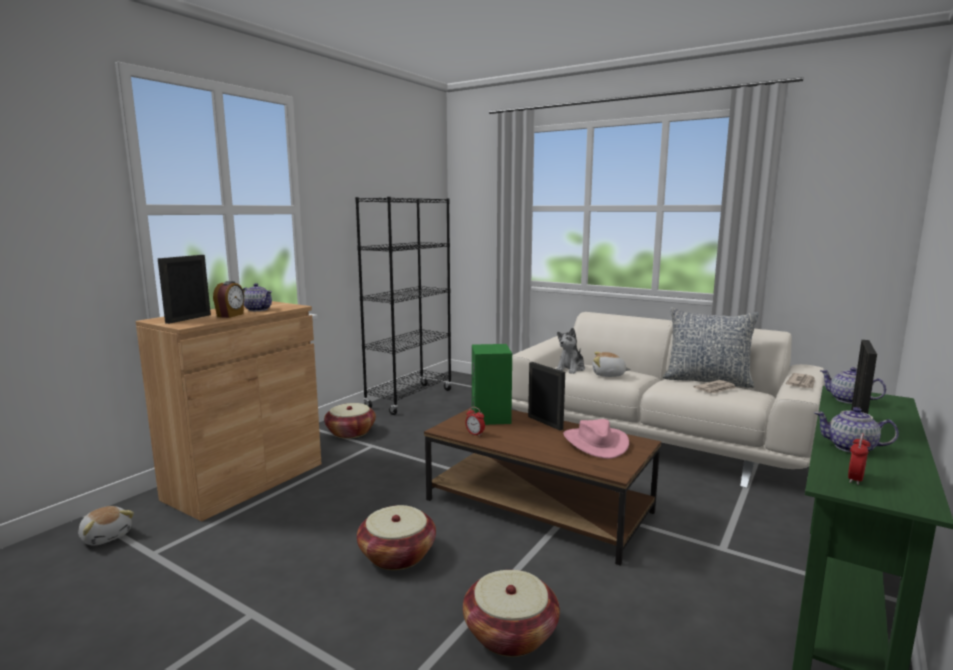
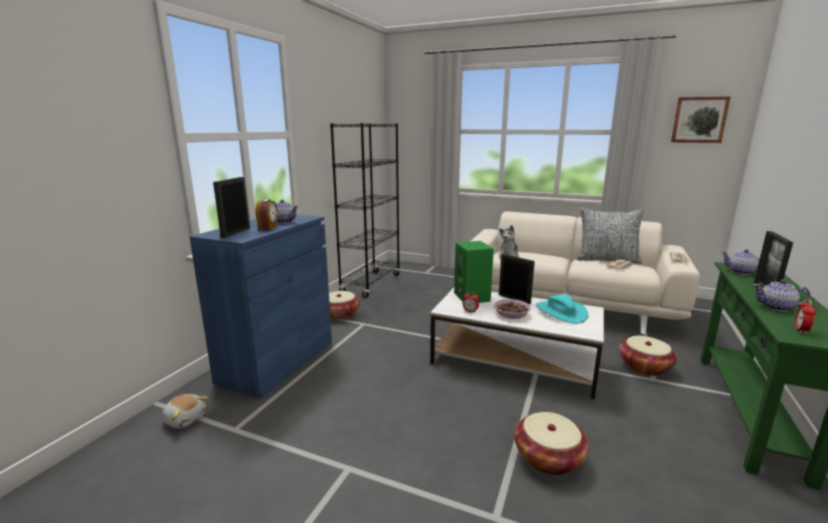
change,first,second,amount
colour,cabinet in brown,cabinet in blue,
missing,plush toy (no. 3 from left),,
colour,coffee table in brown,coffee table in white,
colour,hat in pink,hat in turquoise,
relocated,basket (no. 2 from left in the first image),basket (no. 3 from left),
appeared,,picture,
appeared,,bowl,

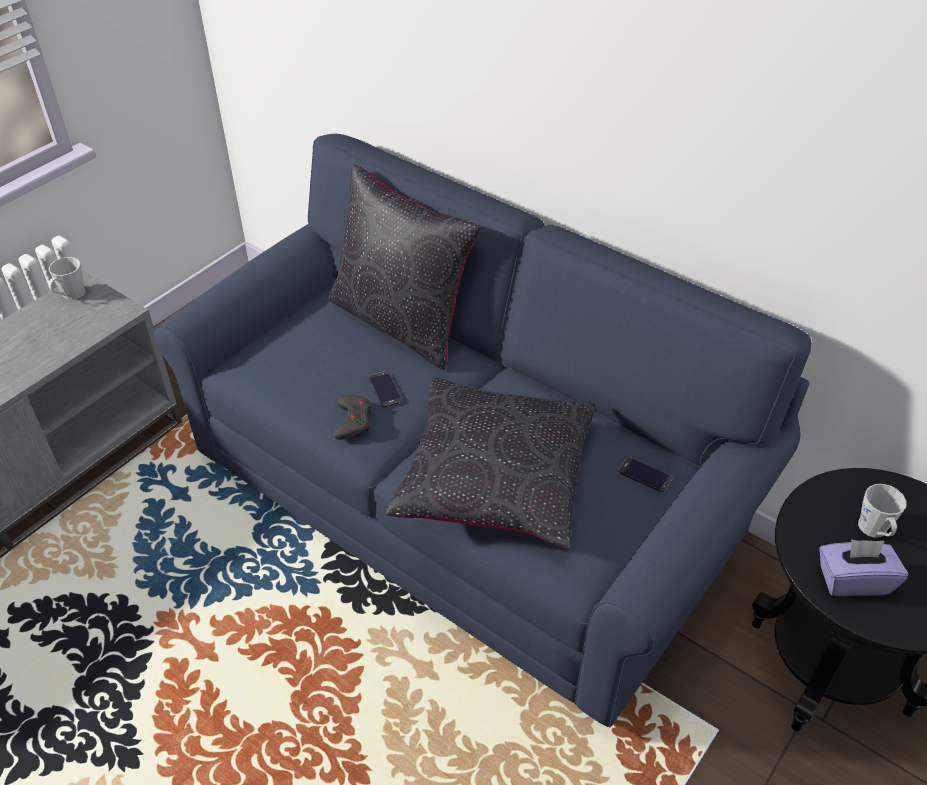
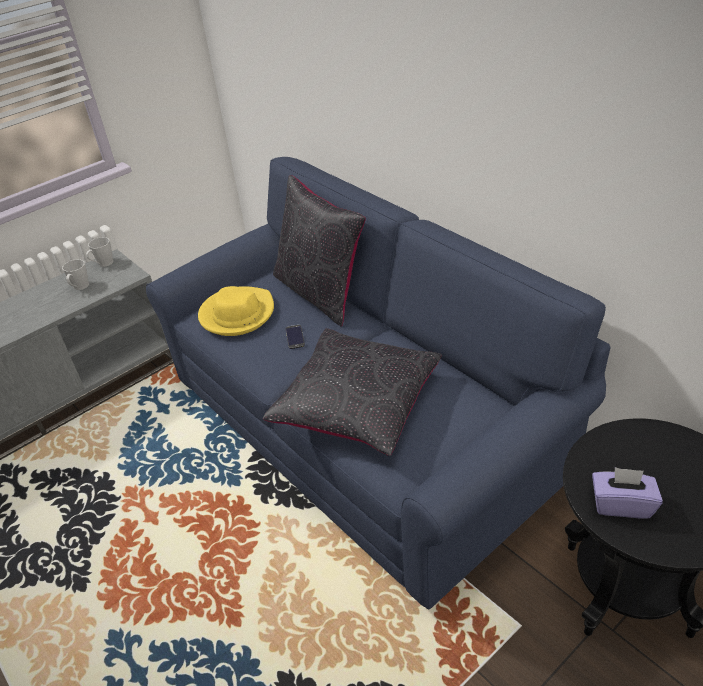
change,first,second,amount
missing,game controller in grey,,
missing,phone (no. 2 from left),,
relocated,mug in grey (no. 2 from left in the first image),mug in grey (no. 1 from left),
appeared,,hat in yellow,

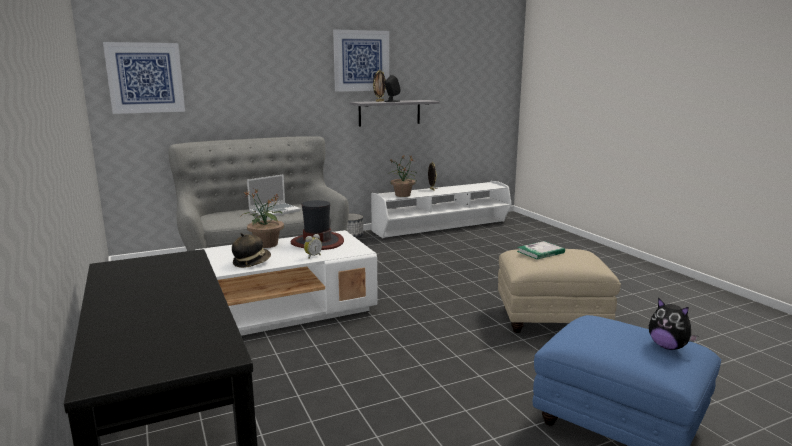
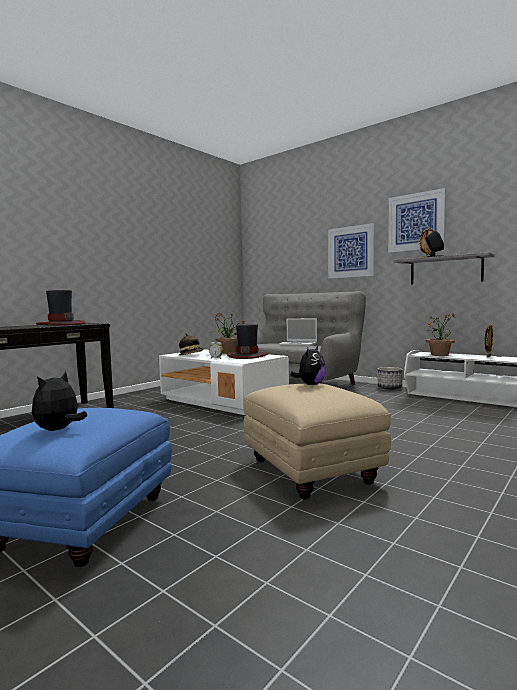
change,first,second,amount
relocated,picture (no. 1 from left),,
exchanged,book,plush toy (no. 2 from left),
appeared,,hat (no. 1 from left),

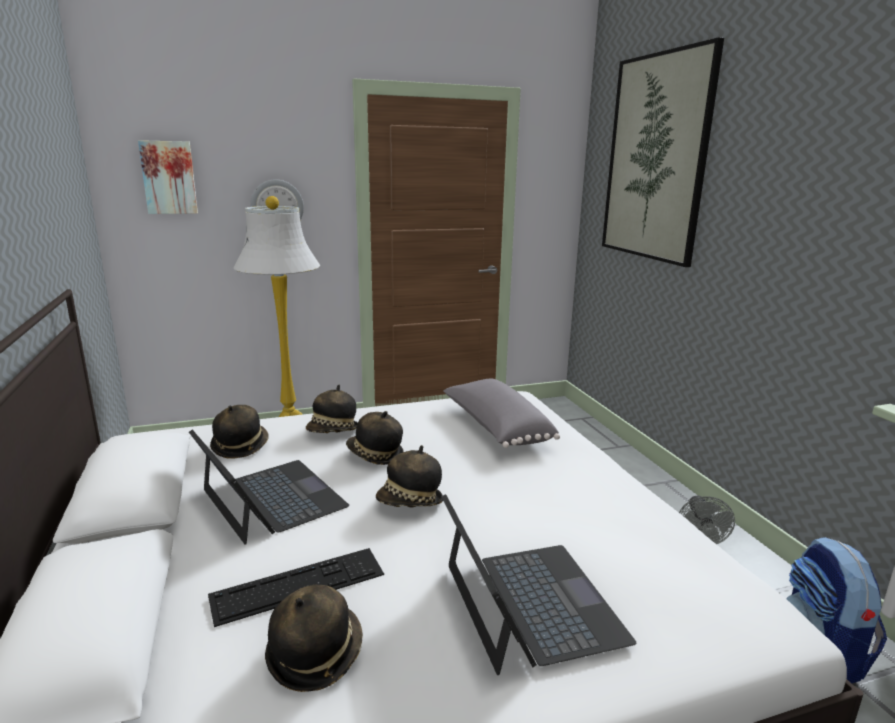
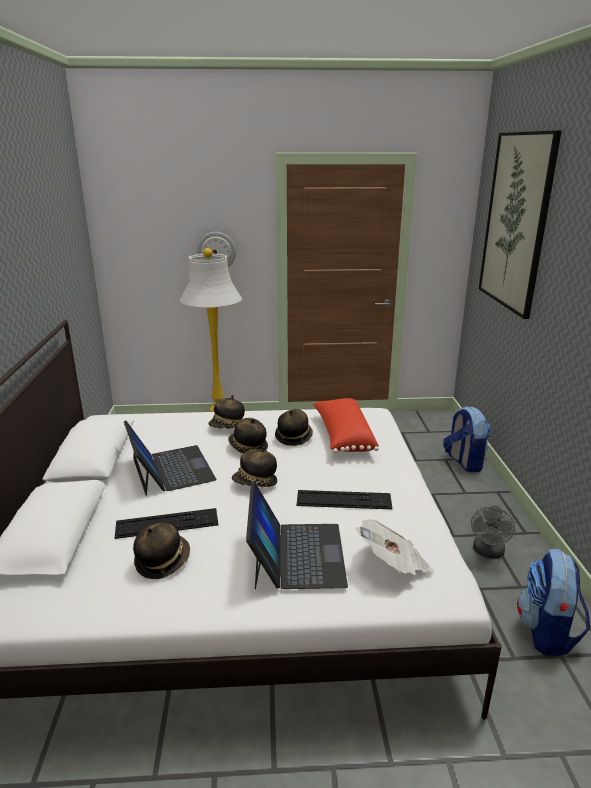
change,first,second,amount
missing,picture (no. 1 from left),,
colour,pillow in grey,pillow in red,
relocated,hat (no. 1 from left in the first image),hat (no. 5 from left),
appeared,,backpack (no. 1 from left),
appeared,,keyboard (no. 2 from left),
appeared,,newspaper,

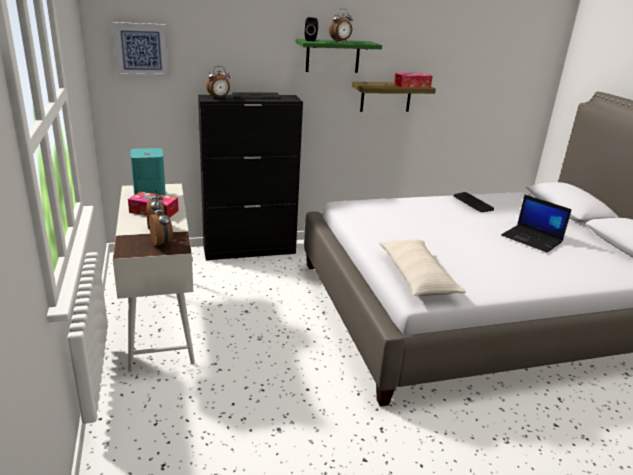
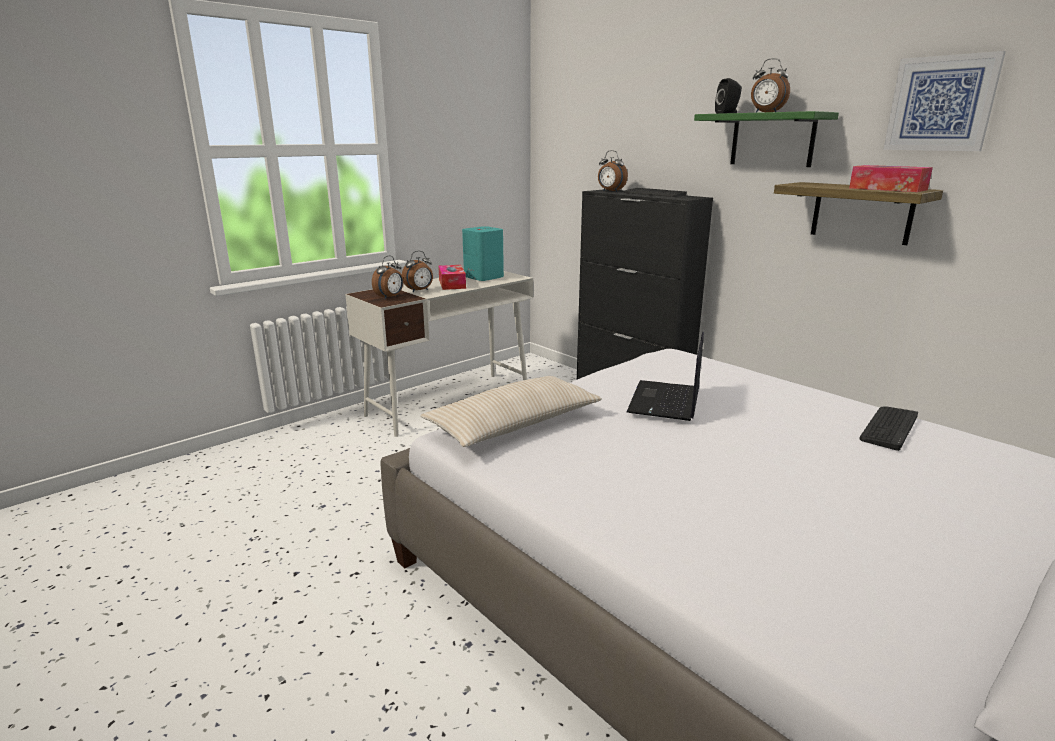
change,first,second,amount
relocated,picture,,
relocated,laptop,,

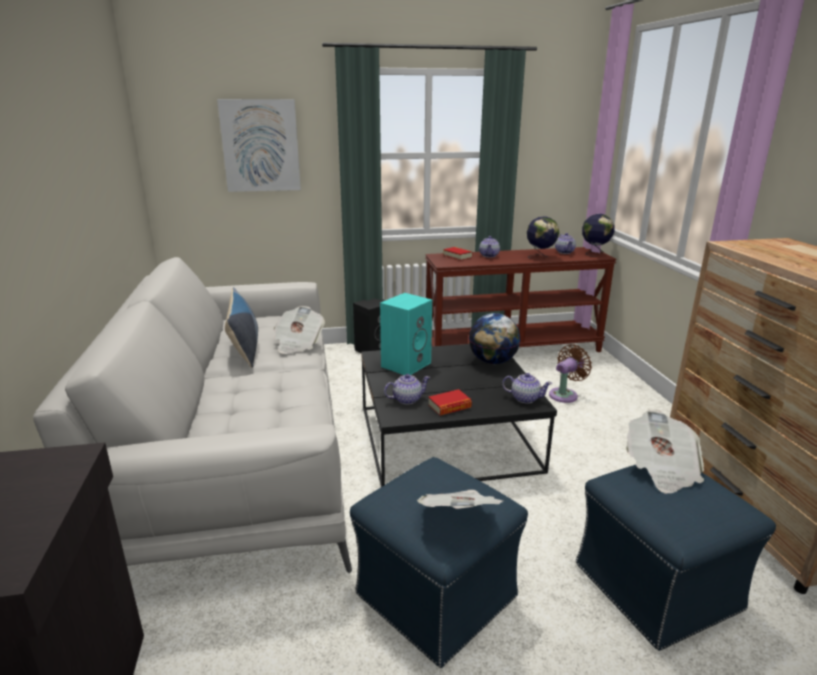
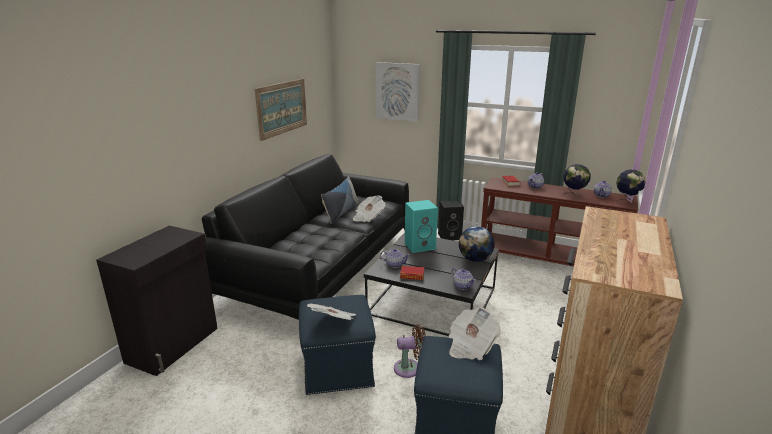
change,first,second,amount
colour,sofa in white,sofa in black,
relocated,fan in brown,,
appeared,,picture (no. 1 from left),

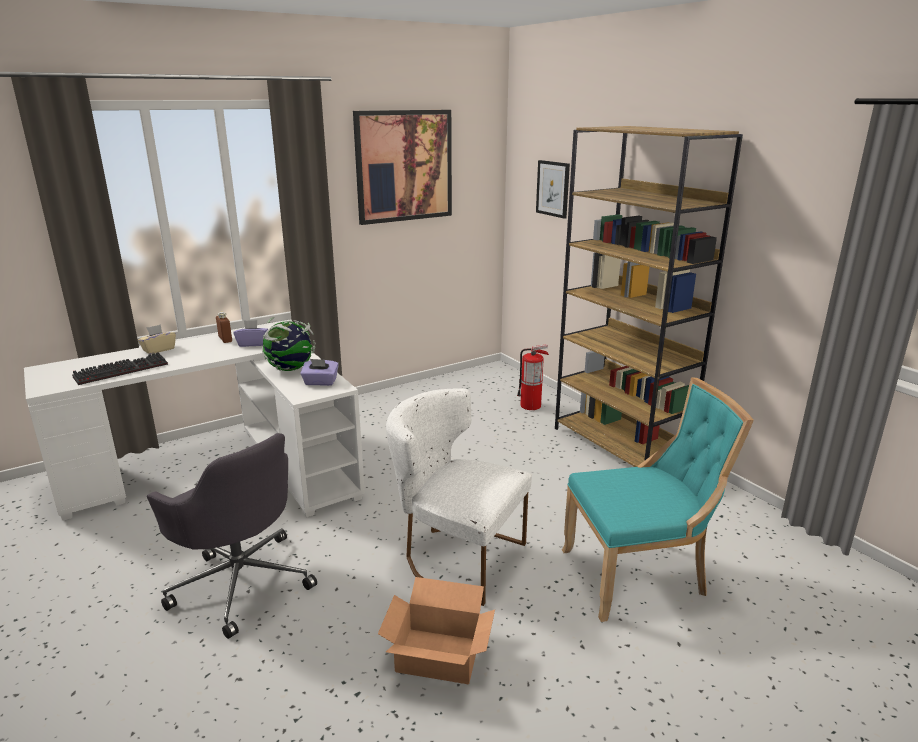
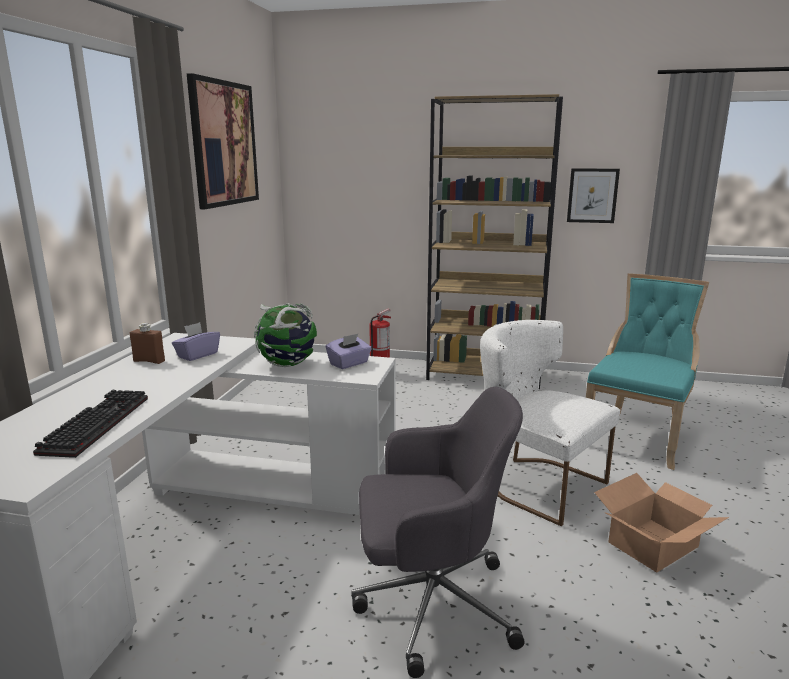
change,first,second,amount
relocated,picture (no. 2 from left),,
missing,tissue box in beige,,
spun,chair in white,,60 degrees clockwise

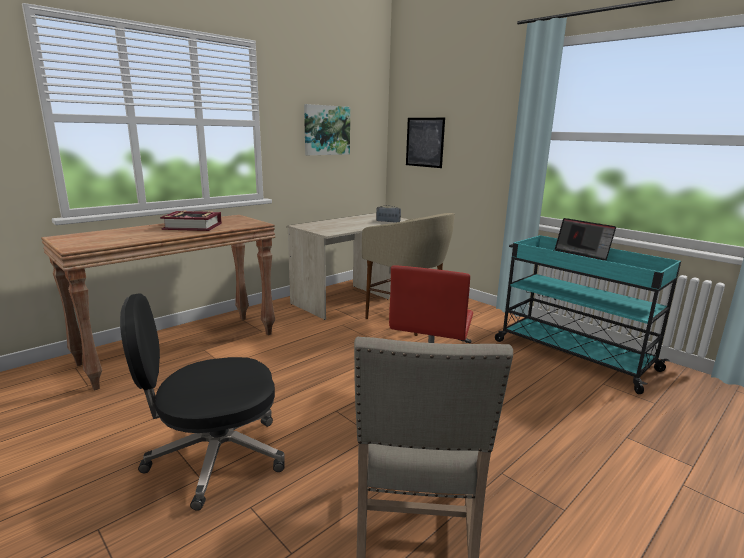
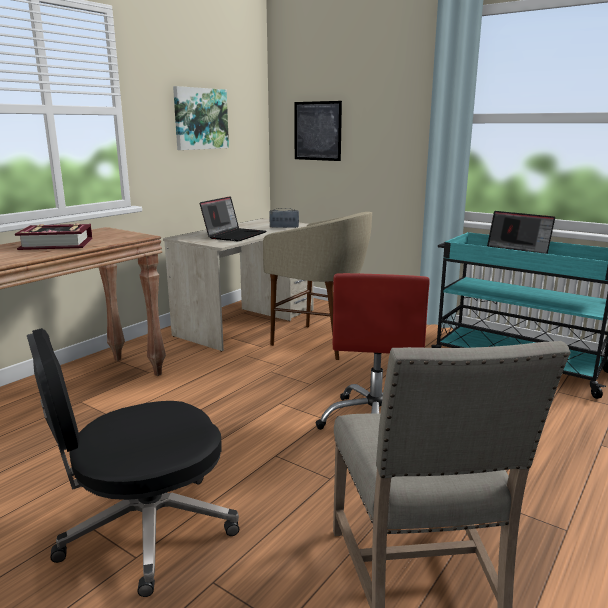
change,first,second,amount
appeared,,laptop (no. 1 from left),

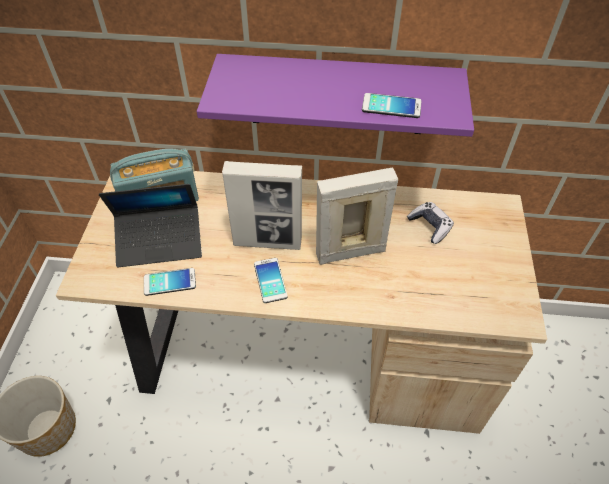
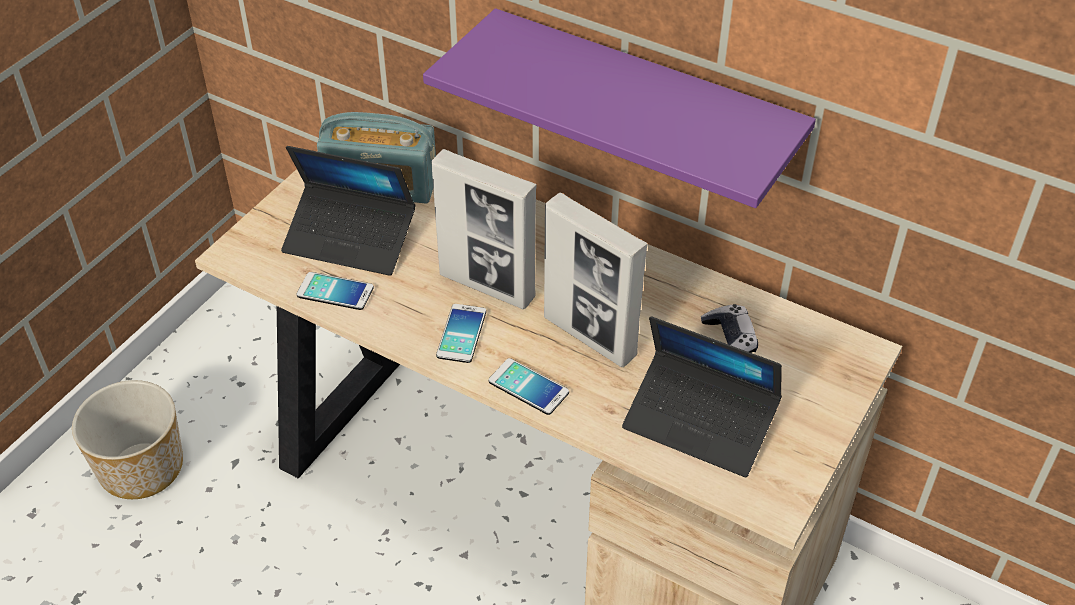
change,first,second,amount
relocated,phone (no. 3 from left),,
spun,picture frame (no. 2 from left),,150 degrees counterclockwise
appeared,,laptop (no. 2 from left),

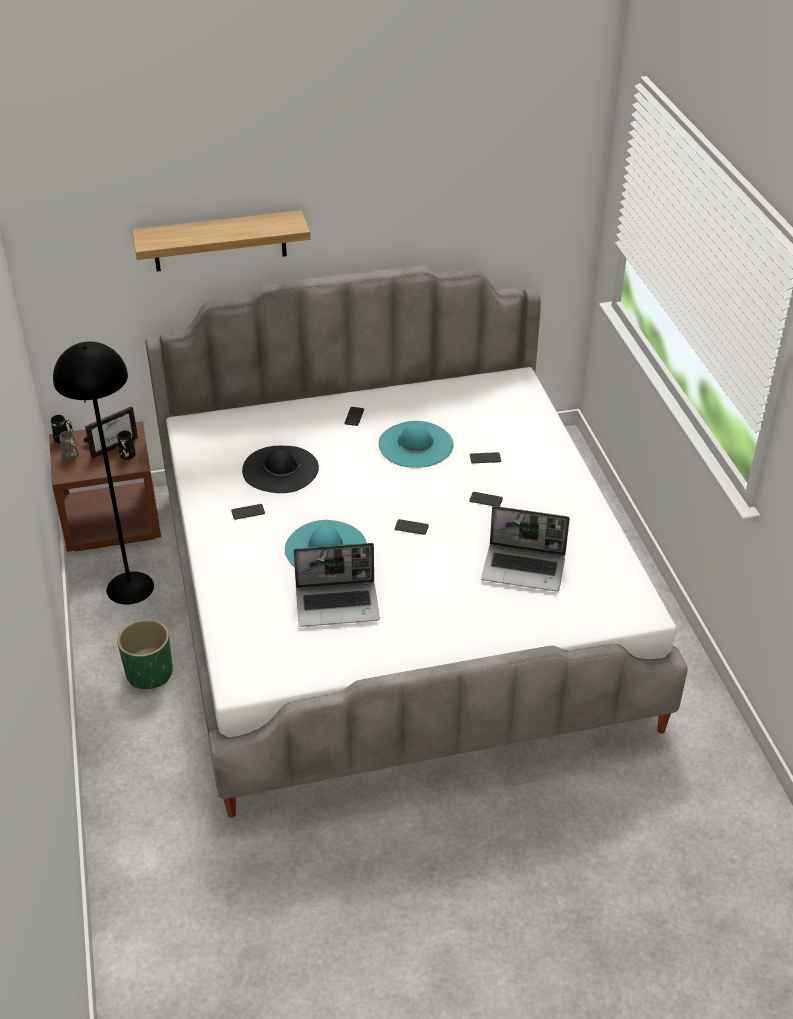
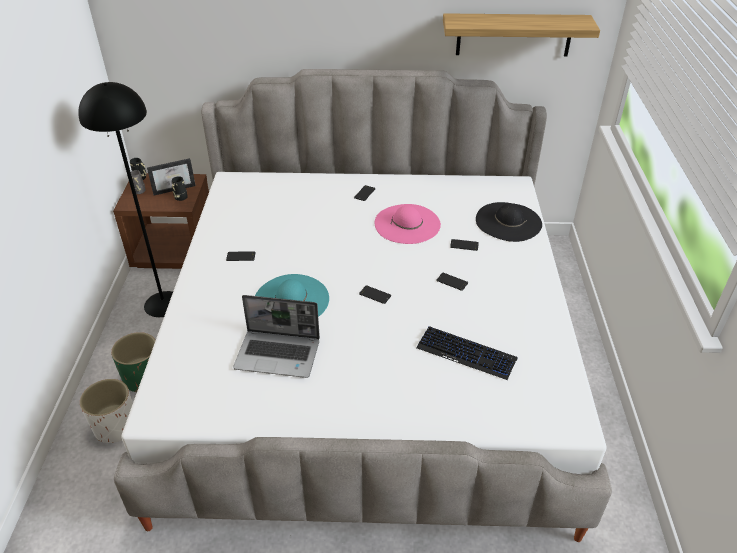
change,first,second,amount
relocated,shelf,,
colour,hat in turquoise (no. 2 from left),hat in pink,
relocated,hat in black,,
exchanged,laptop (no. 2 from left),keyboard,
appeared,,planter in white,

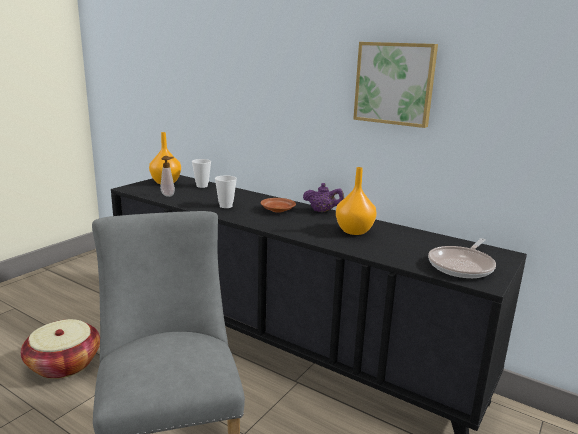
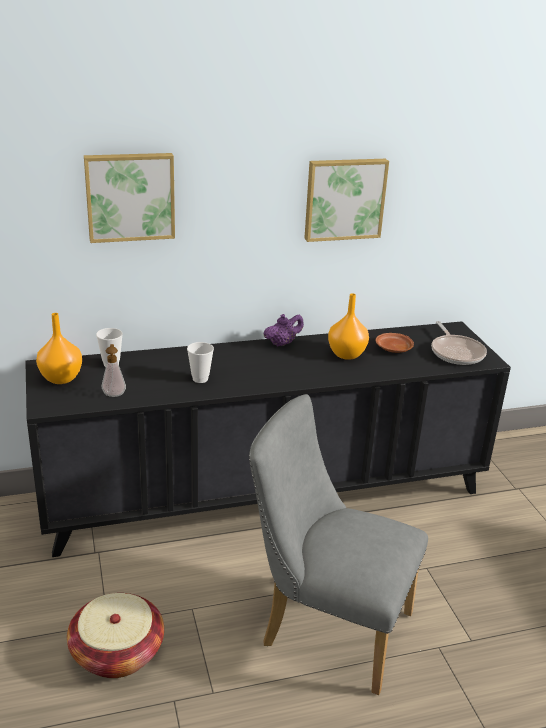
change,first,second,amount
relocated,plate in brown,,
appeared,,picture (no. 1 from left),

